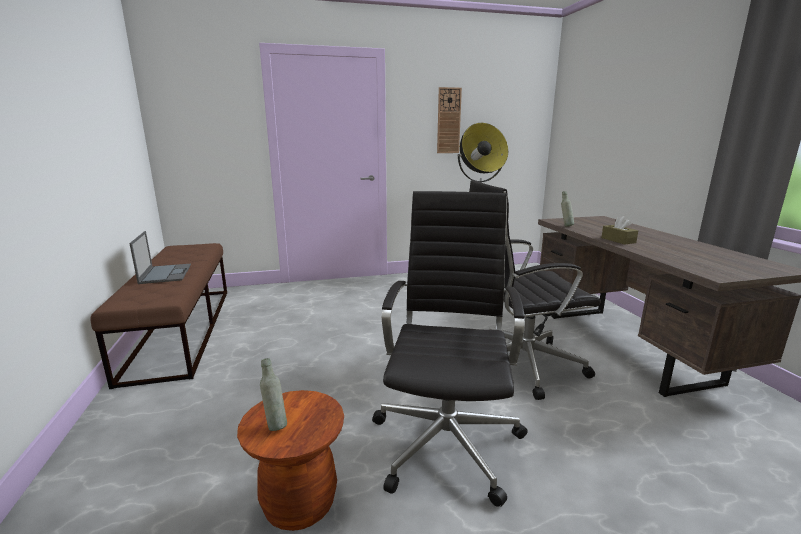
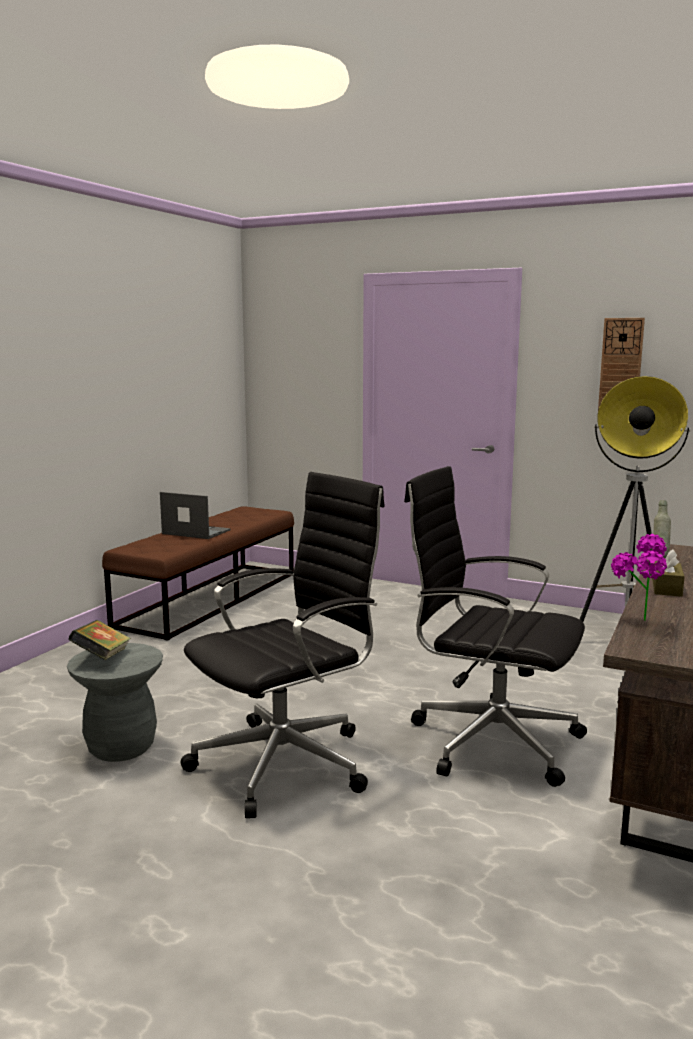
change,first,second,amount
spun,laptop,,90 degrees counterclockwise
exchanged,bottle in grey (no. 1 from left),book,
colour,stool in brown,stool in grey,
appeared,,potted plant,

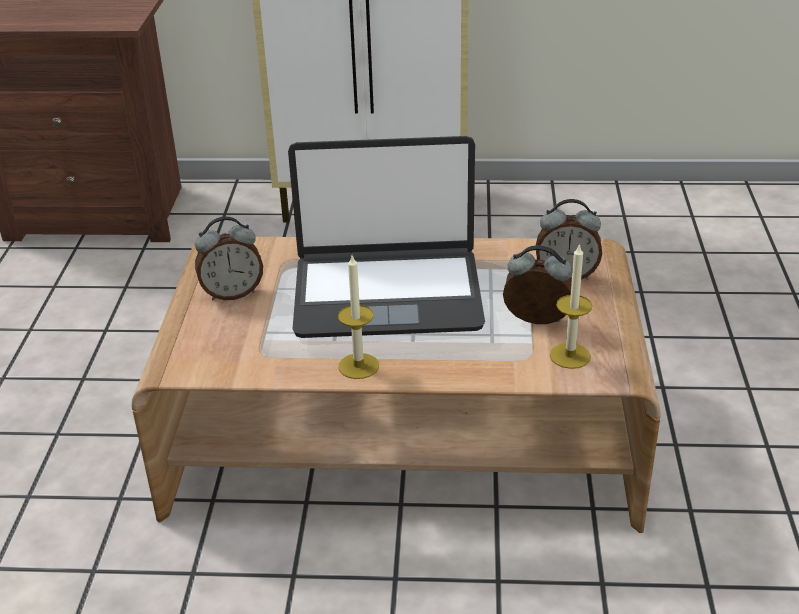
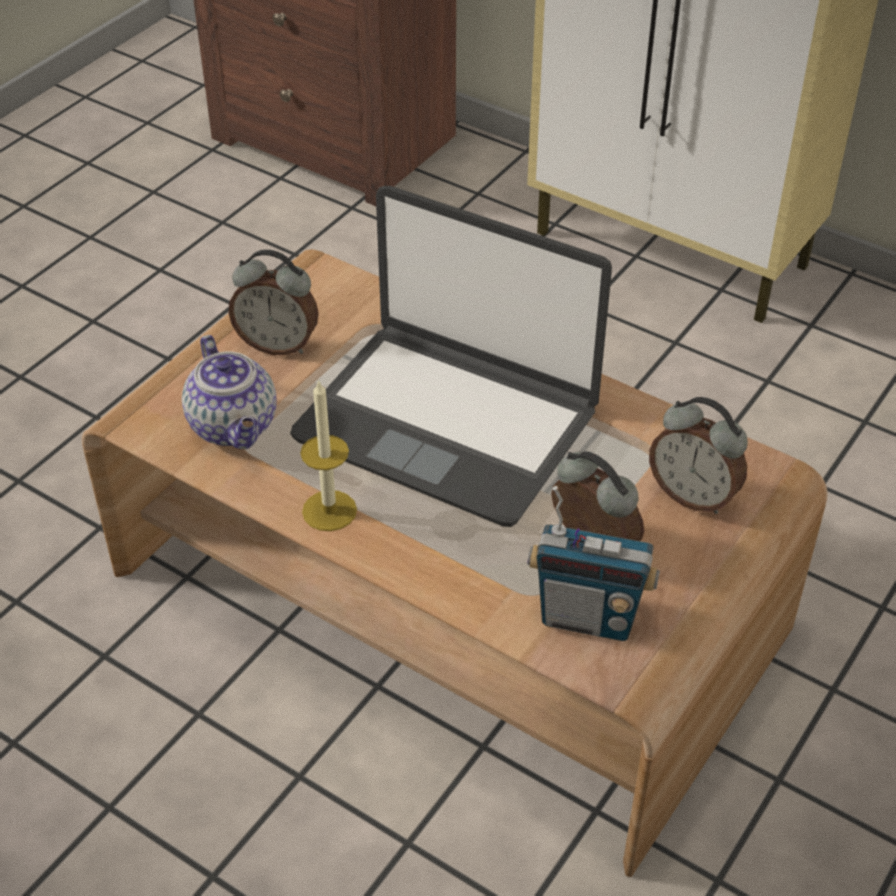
change,first,second,amount
exchanged,candle (no. 2 from left),radio,
appeared,,teapot,

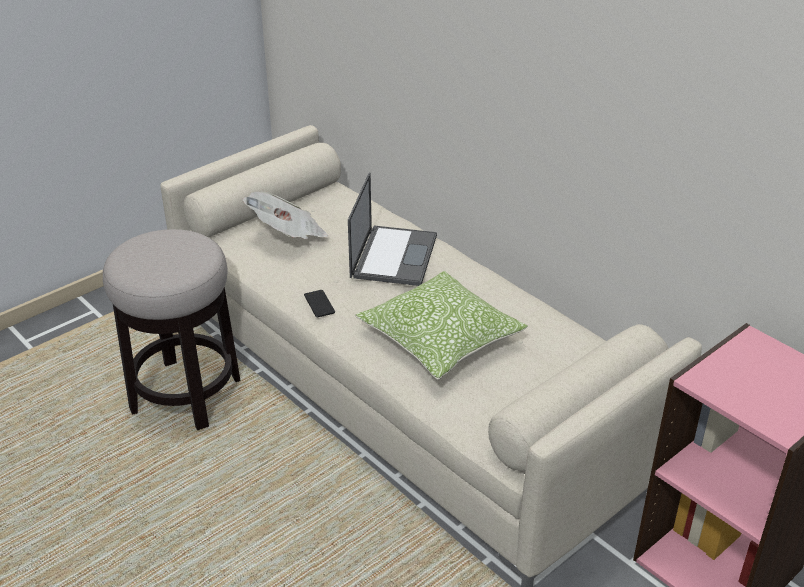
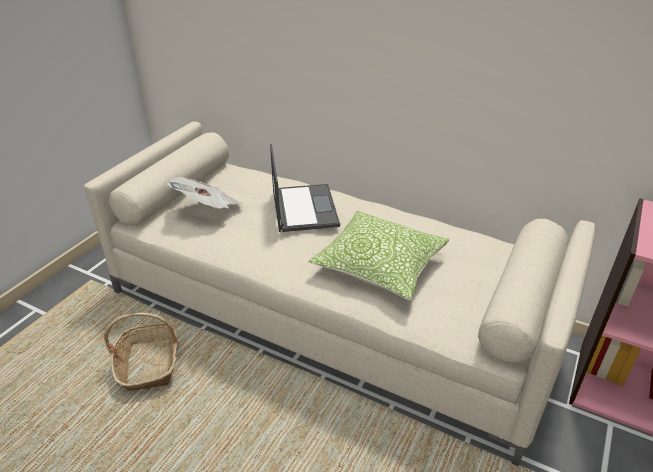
change,first,second,amount
exchanged,stool,basket,
missing,phone,,

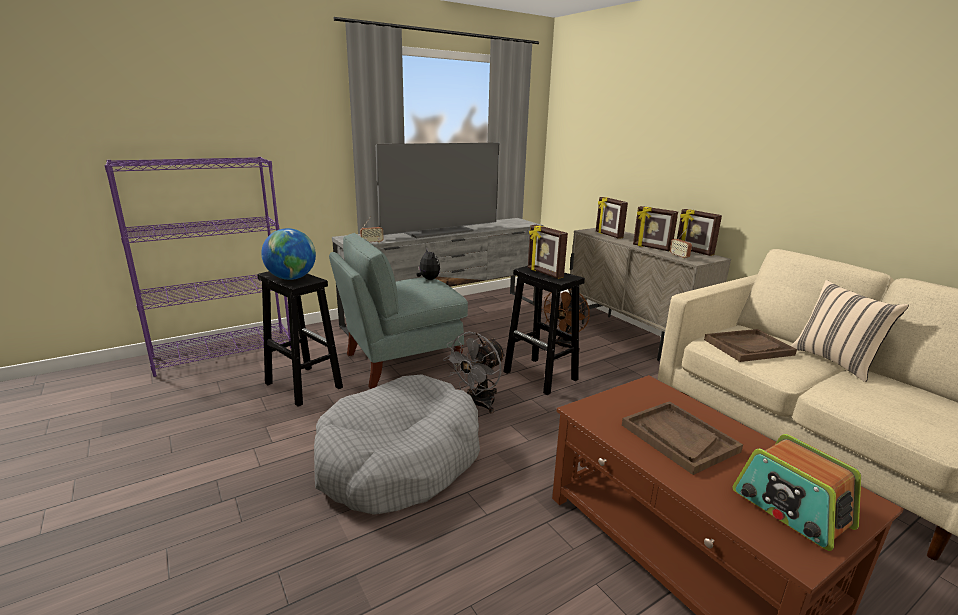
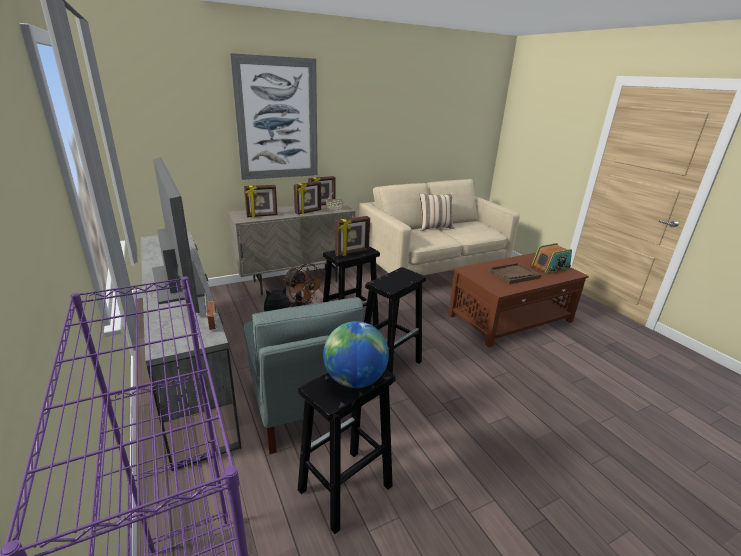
change,first,second,amount
missing,tray in brown (no. 2 from left),,
exchanged,fan in grey,stool in black (no. 3 from left),
missing,dog bed in grey,,
appeared,,picture,

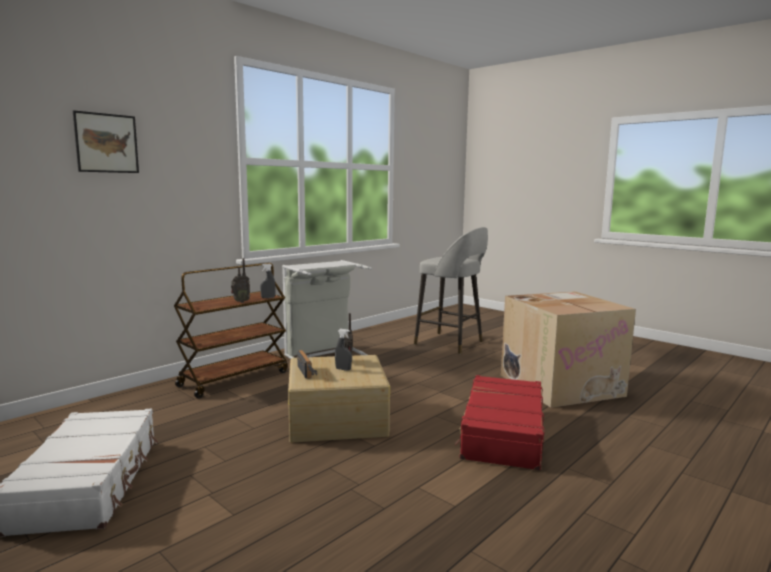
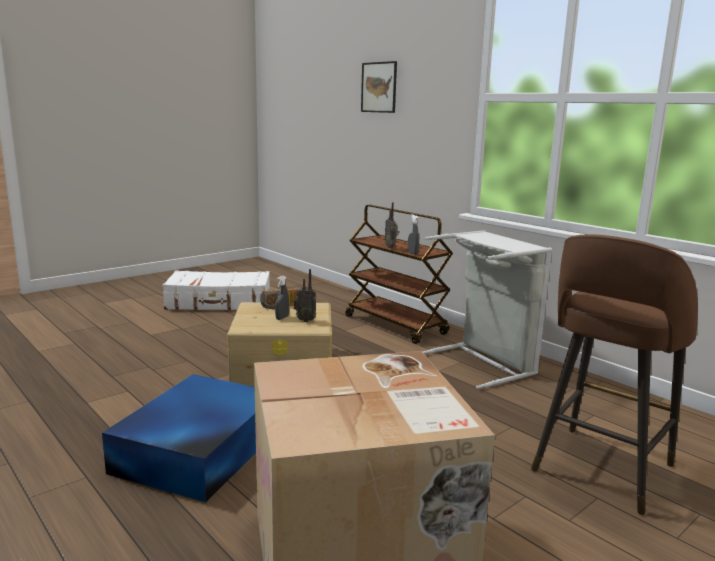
change,first,second,amount
colour,stool in grey,stool in brown,
exchanged,suitcase in red,storage box in blue,

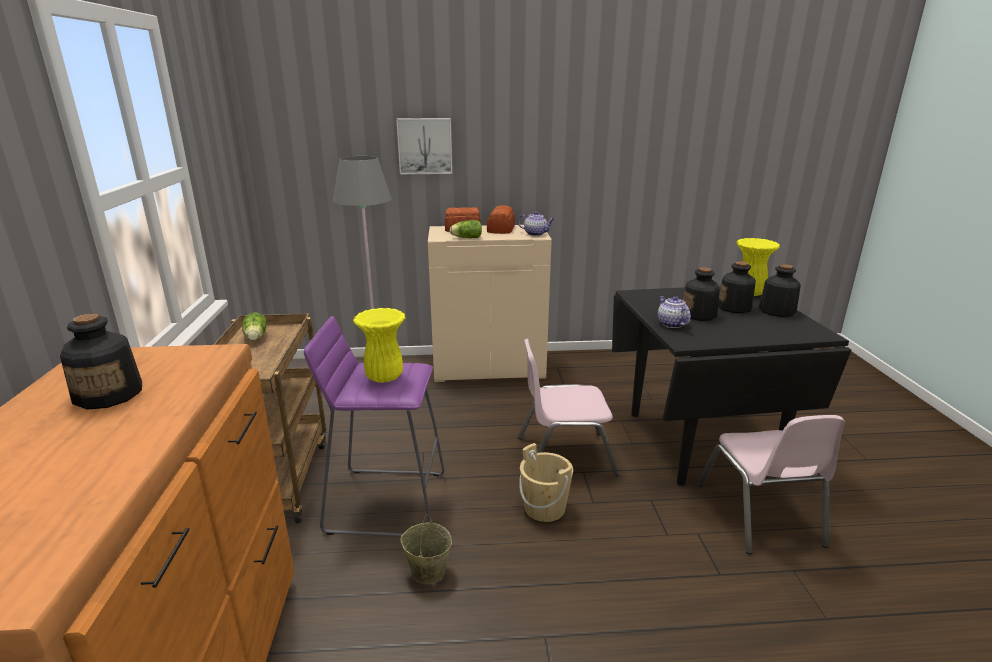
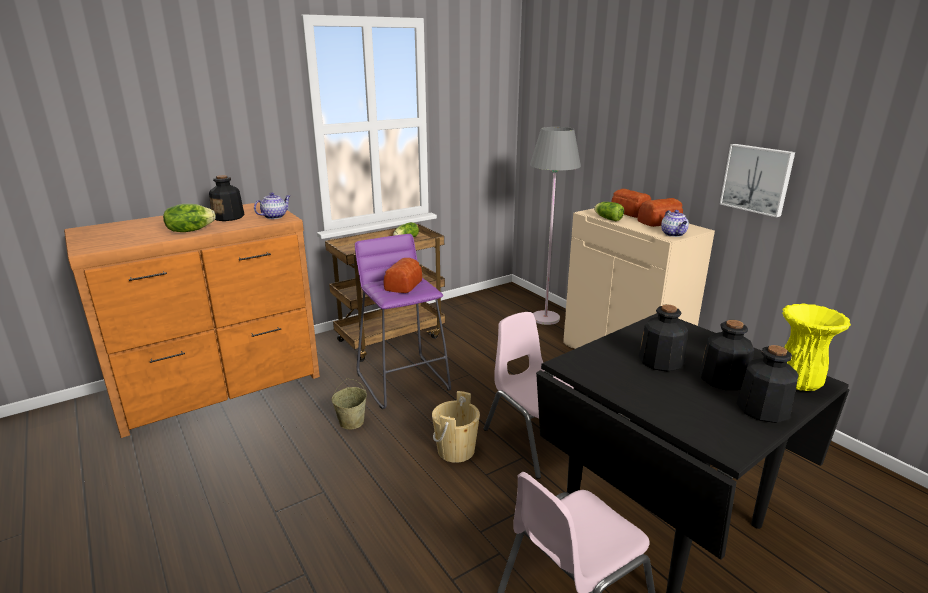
change,first,second,amount
relocated,picture,,
relocated,teapot (no. 2 from left in the first image),teapot (no. 1 from left),
exchanged,vase in yellow (no. 1 from left),bread (no. 1 from left),
appeared,,lettuce (no. 1 from left),

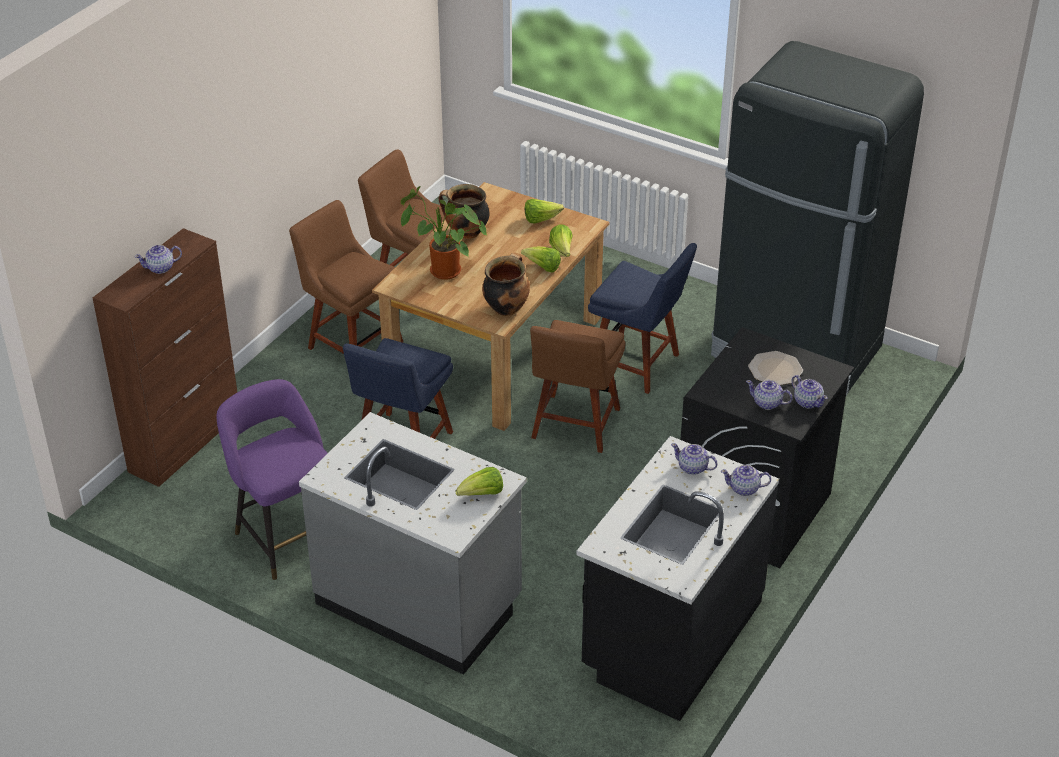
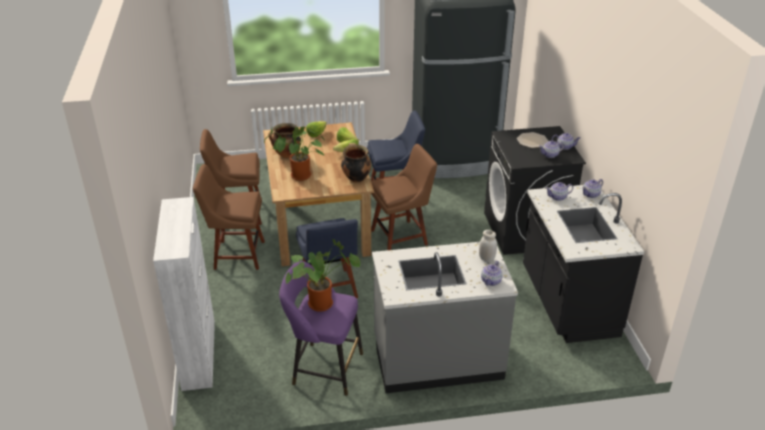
change,first,second,amount
colour,cabinet in brown,cabinet in white,
relocated,teapot (no. 1 from left),,
spun,chair in brown (no. 3 from left),,90 degrees counterclockwise
exchanged,lettuce (no. 1 from left),jar in white,
appeared,,potted plant (no. 2 from left),

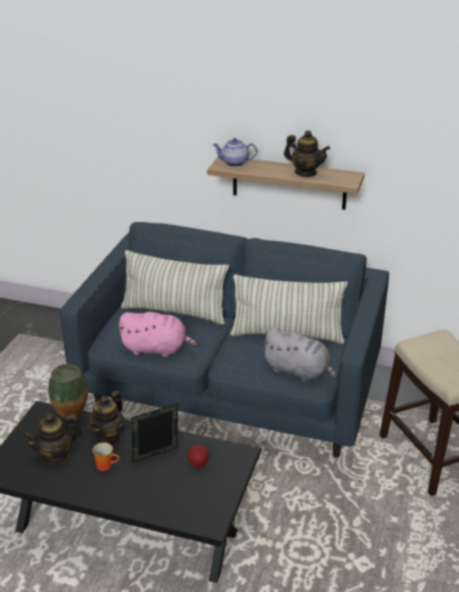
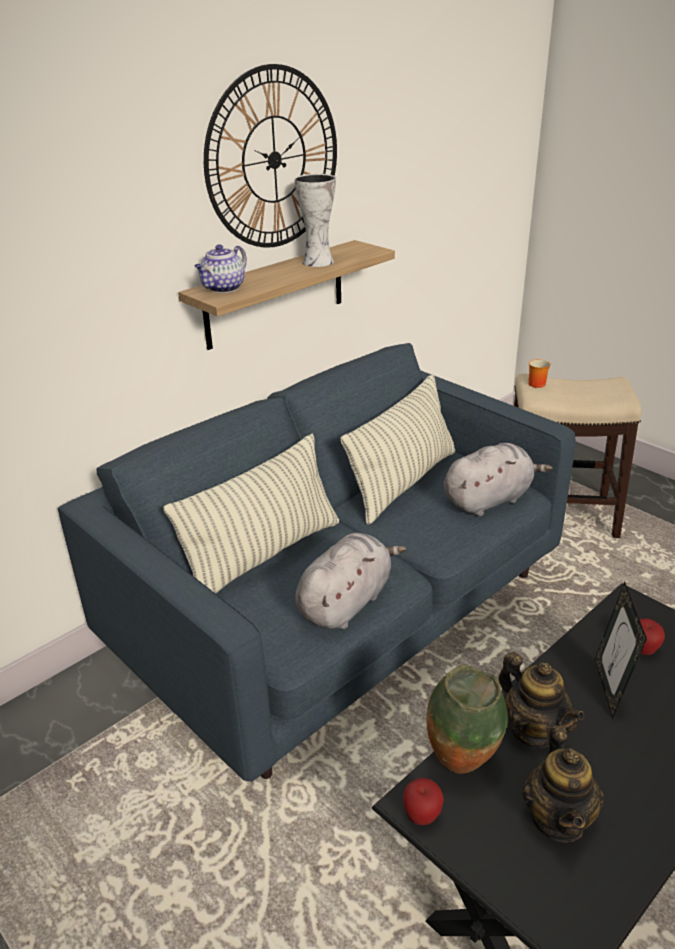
change,first,second,amount
exchanged,teapot (no. 4 from left),vase (no. 1 from left),
colour,plush toy in pink,plush toy in grey (no. 1 from left),
relocated,mug,,
appeared,,wall clock,
appeared,,apple (no. 1 from left),

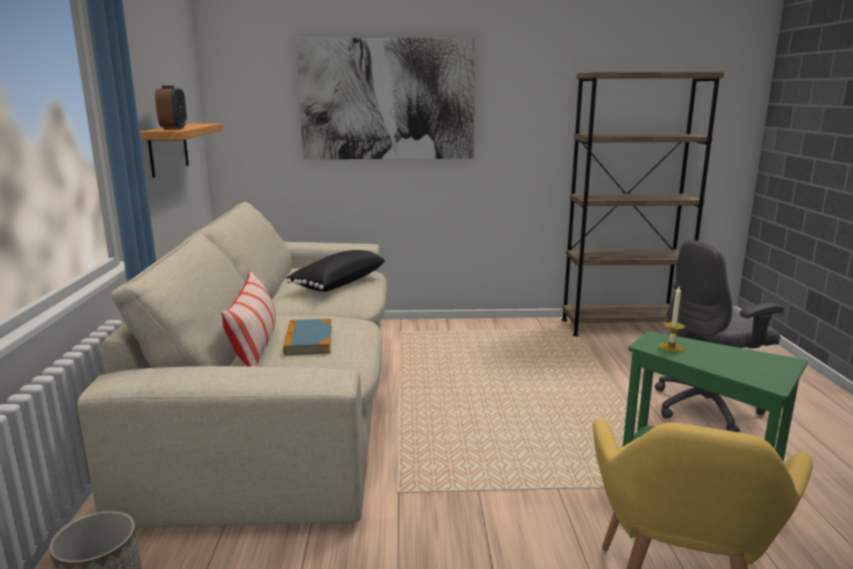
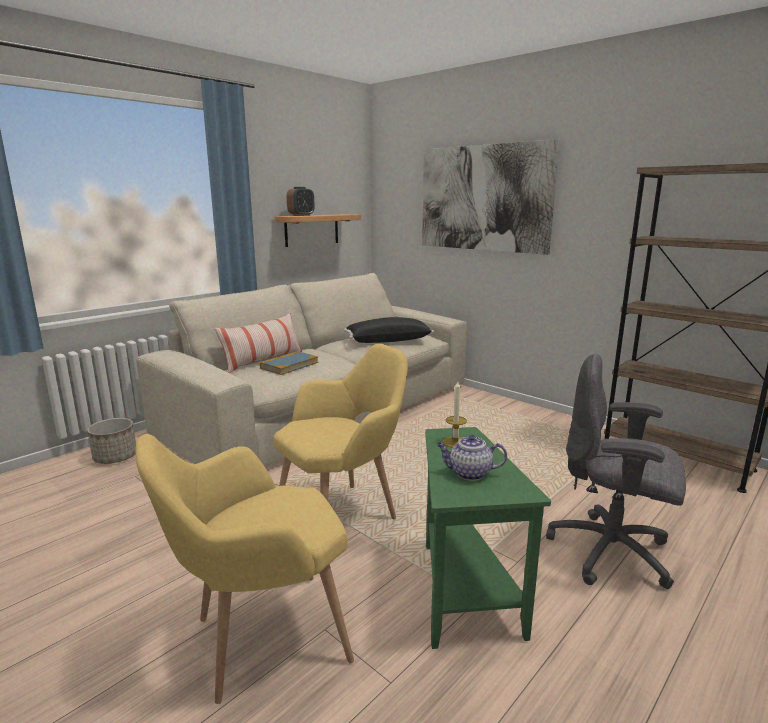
change,first,second,amount
appeared,,armchair in yellow (no. 2 from left),
appeared,,teapot,

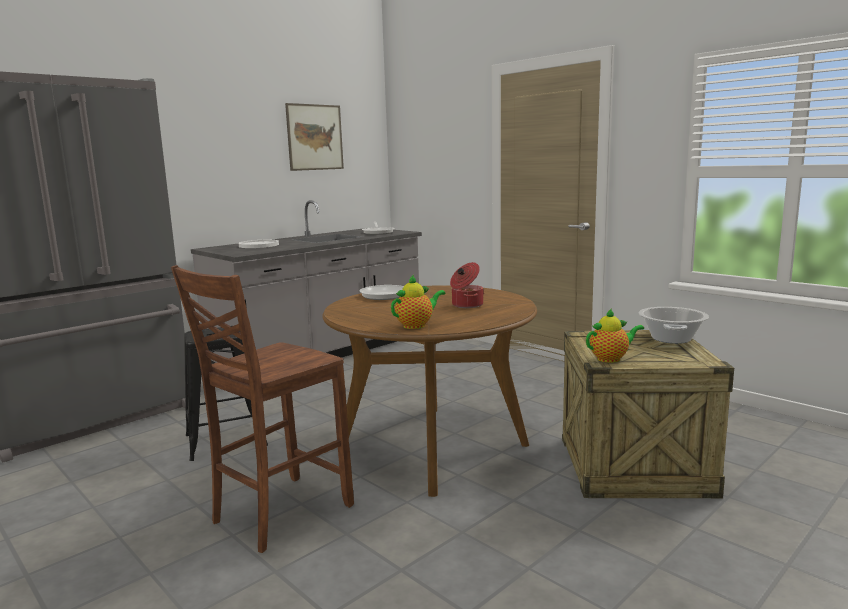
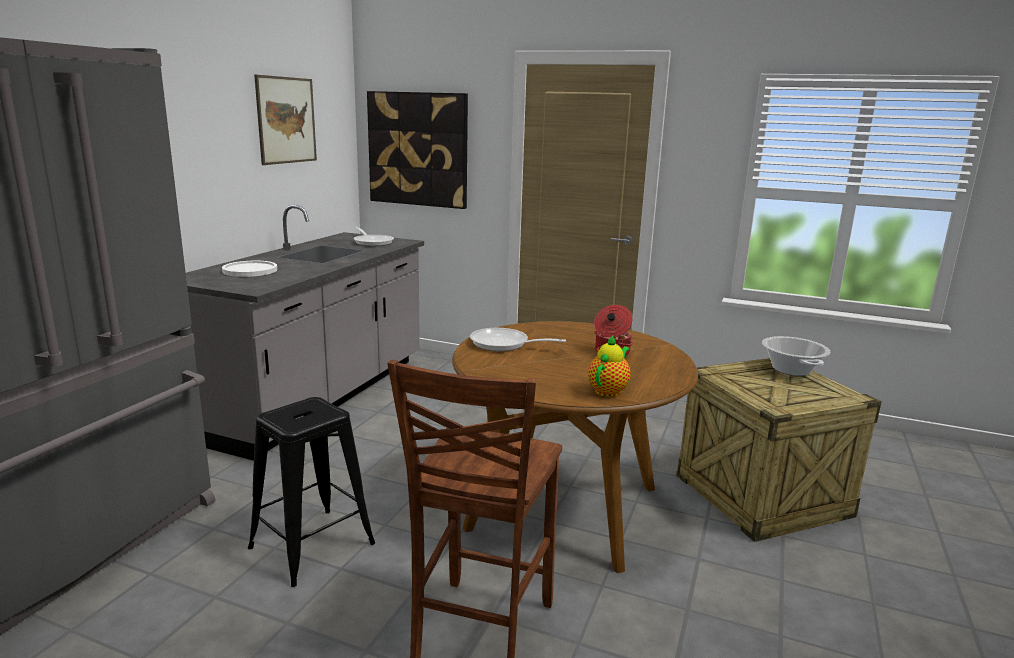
change,first,second,amount
missing,teapot (no. 2 from left),,
appeared,,picture (no. 2 from left),

